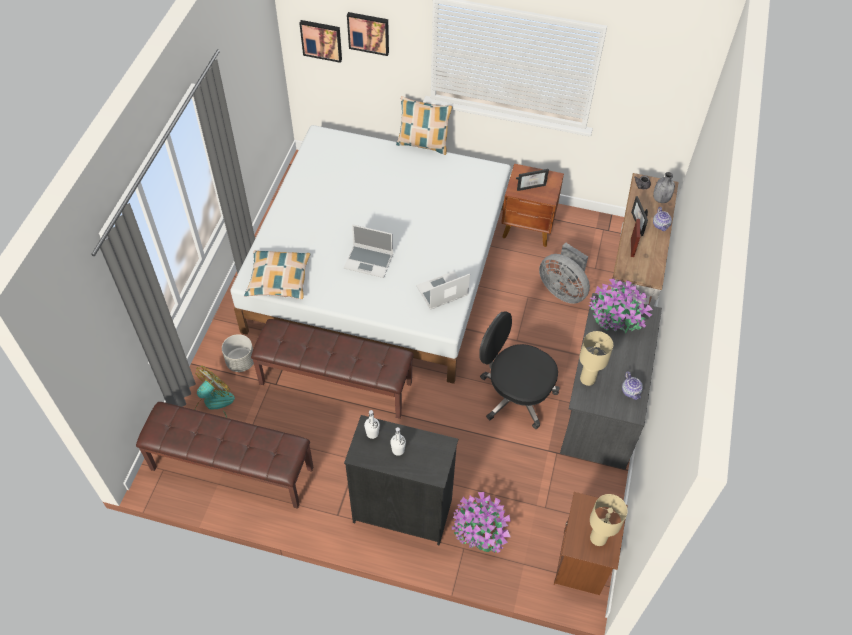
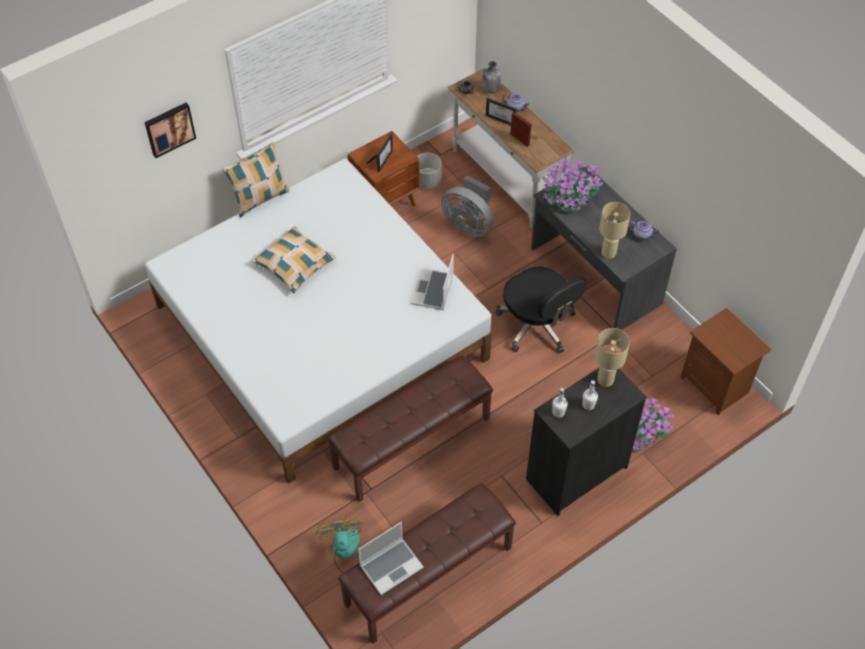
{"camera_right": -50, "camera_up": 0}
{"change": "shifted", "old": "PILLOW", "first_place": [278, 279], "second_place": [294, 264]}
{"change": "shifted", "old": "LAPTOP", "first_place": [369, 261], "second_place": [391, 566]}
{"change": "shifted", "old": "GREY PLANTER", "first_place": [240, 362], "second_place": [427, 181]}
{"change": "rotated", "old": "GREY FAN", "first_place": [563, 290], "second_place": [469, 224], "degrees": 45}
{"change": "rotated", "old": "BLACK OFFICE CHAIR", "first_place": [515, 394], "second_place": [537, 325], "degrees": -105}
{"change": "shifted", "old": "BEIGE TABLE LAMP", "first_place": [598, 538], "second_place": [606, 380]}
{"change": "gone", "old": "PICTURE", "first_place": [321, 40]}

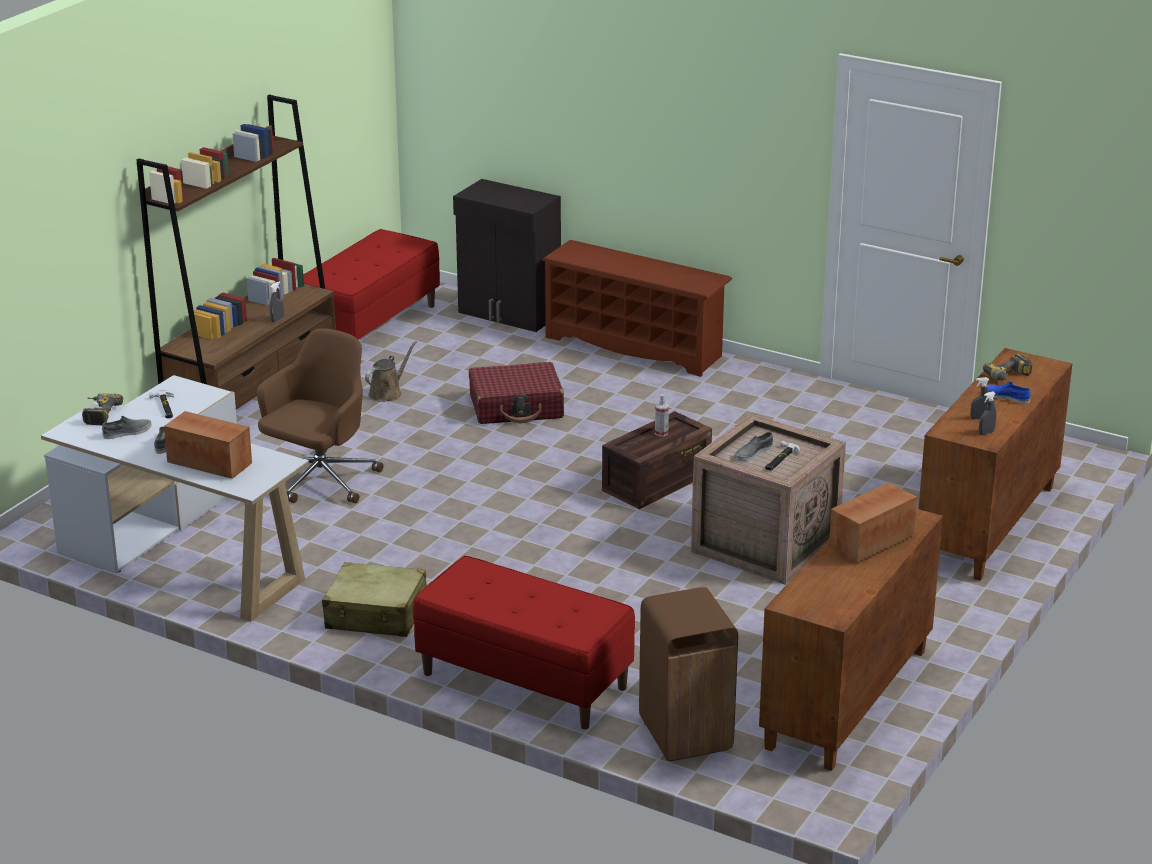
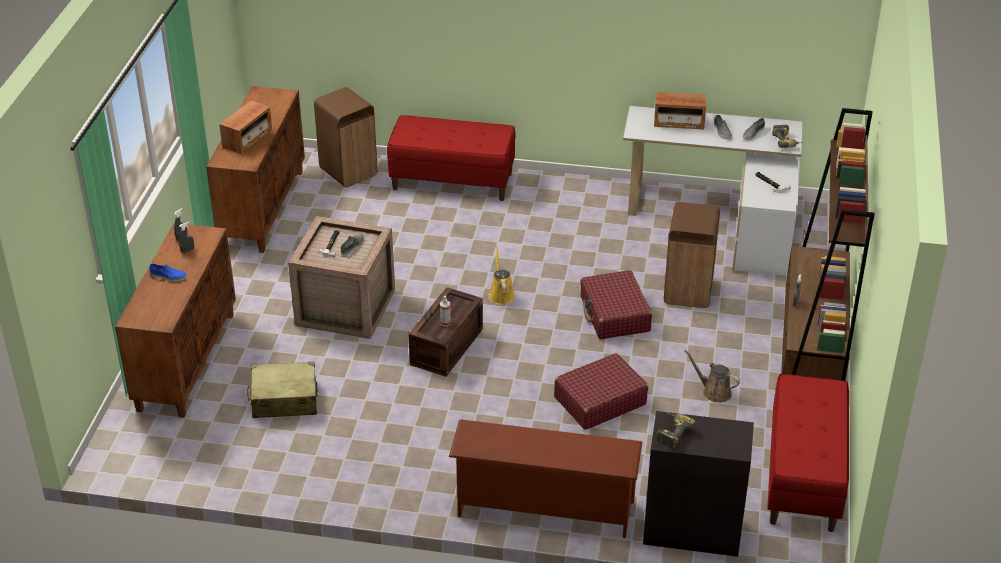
{"camera_right": 160, "camera_up": 10}
{"change": "shifted", "old": "BEIGE SUITCASE", "first_place": [376, 615], "second_place": [284, 400]}
{"change": "new", "new": "YELLOW WATERING CAN", "second_place": [501, 294]}
{"change": "new", "new": "RED SUITCASE", "second_place": [614, 314]}
{"change": "shifted", "old": "POWER DRILL", "first_place": [1009, 378], "second_place": [672, 432]}
{"change": "swapped", "old": "BROWN OFFICE CHAIR", "new": "BROWN TRASH CAN", "first_place": [319, 480], "second_place": [687, 291]}
{"change": "rotated", "old": "BROWN WATERING CAN", "first_place": [387, 393], "second_place": [714, 391], "degrees": 105}

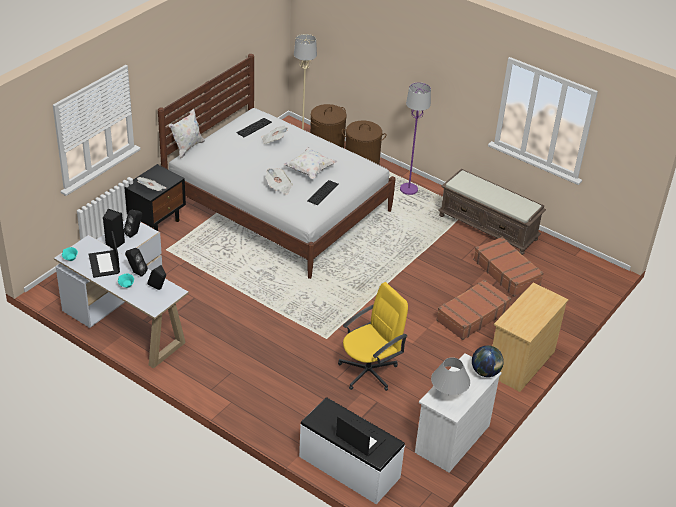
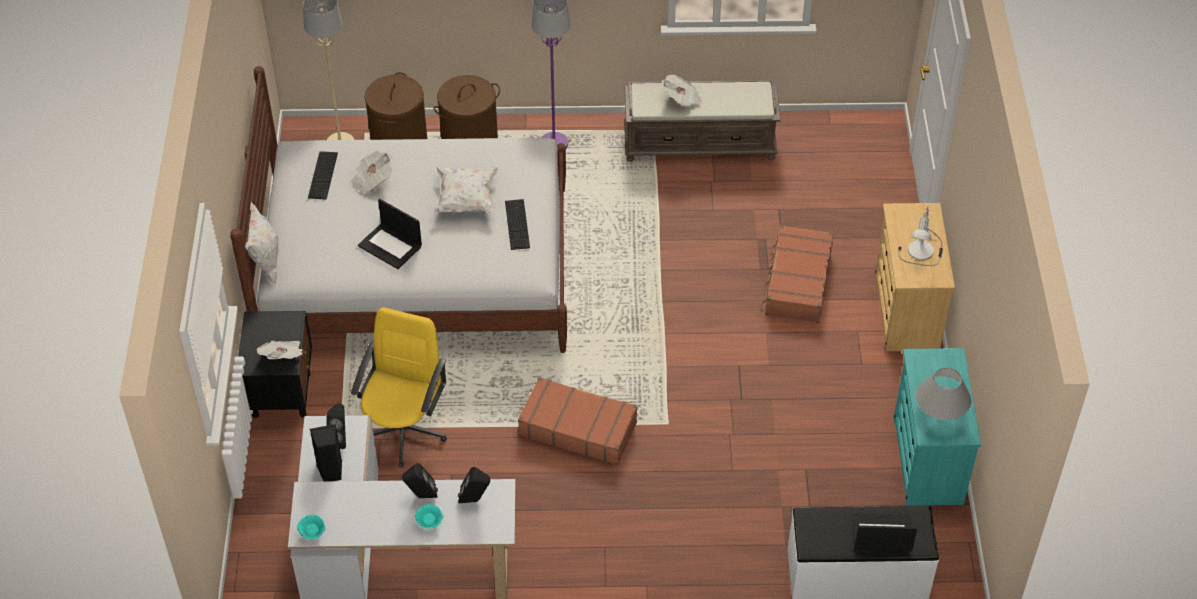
{"camera_right": -35, "camera_up": 10}
{"change": "shifted", "old": "YELLOW OFFICE CHAIR", "first_place": [369, 371], "second_place": [404, 429]}
{"change": "shifted", "old": "LAPTOP", "first_place": [104, 264], "second_place": [391, 246]}
{"change": "shifted", "old": "BROWN SUITCASE", "first_place": [506, 272], "second_place": [578, 428]}
{"change": "shifted", "old": "NEWSPAPER", "first_place": [279, 187], "second_place": [682, 99]}
{"change": "repainted", "old": "WHITE DRESSER", "new": "TURQUOISE DRESSER", "first_place": [452, 439], "second_place": [927, 460]}
{"change": "new", "new": "TABLE LAMP", "second_place": [923, 252]}
{"change": "gone", "old": "GLOBE", "first_place": [485, 372]}

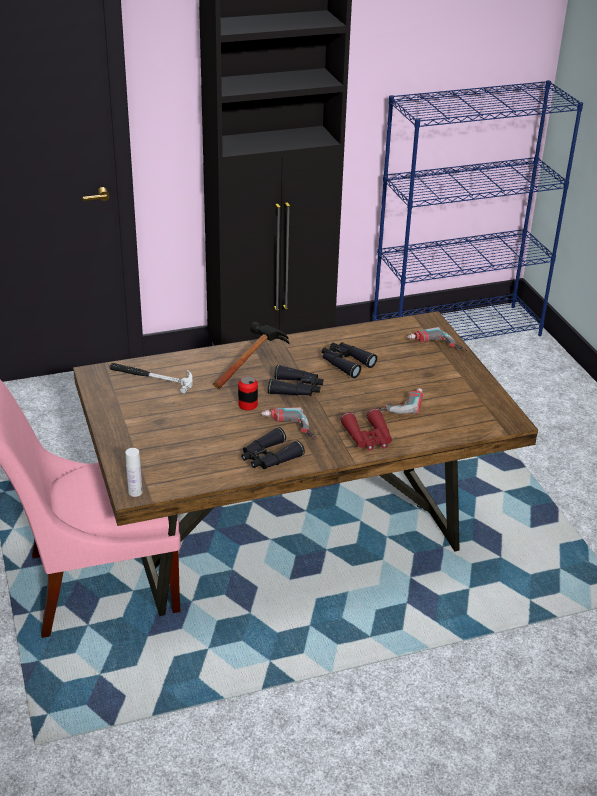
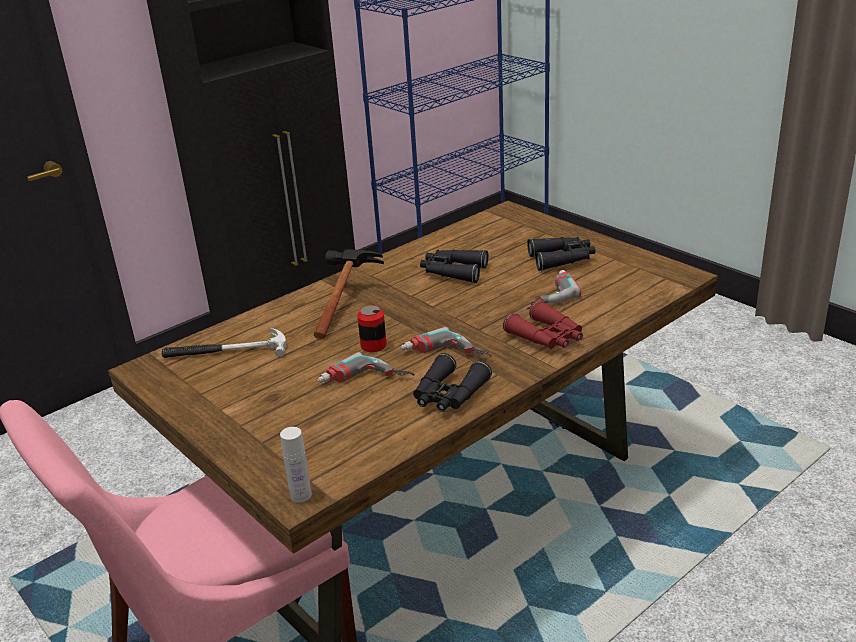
{"camera_right": -20, "camera_up": -5}
{"change": "shifted", "old": "POWER DRILL", "first_place": [435, 346], "second_place": [365, 382]}
{"change": "shifted", "old": "BLACK BINOCULARS", "first_place": [296, 389], "second_place": [562, 259]}

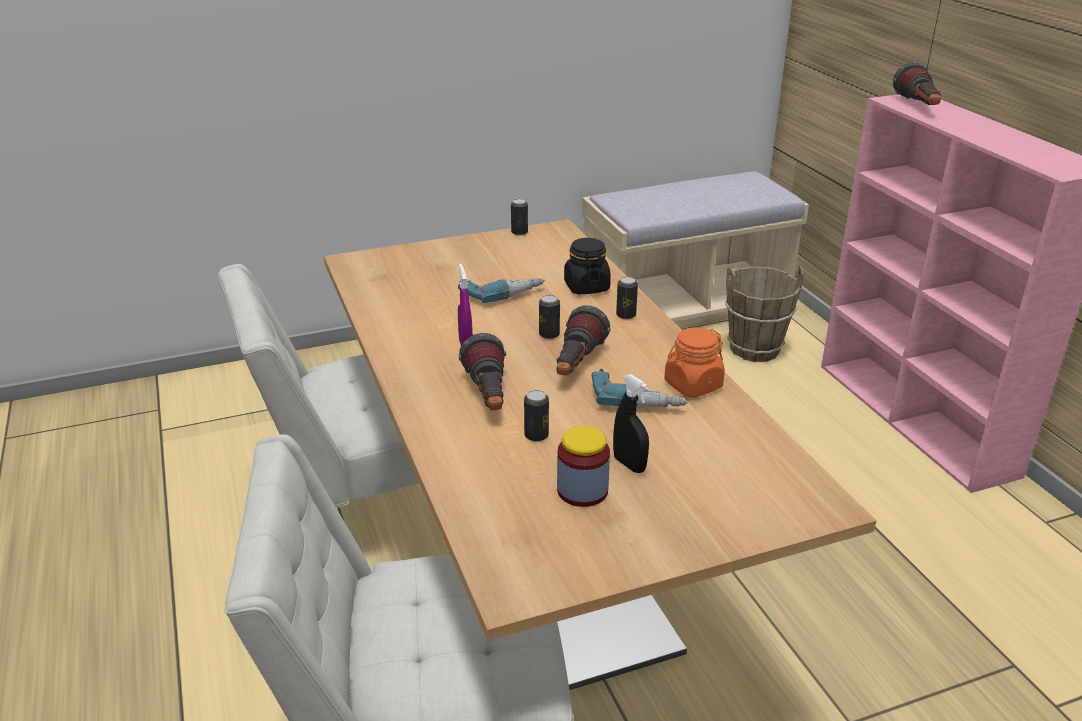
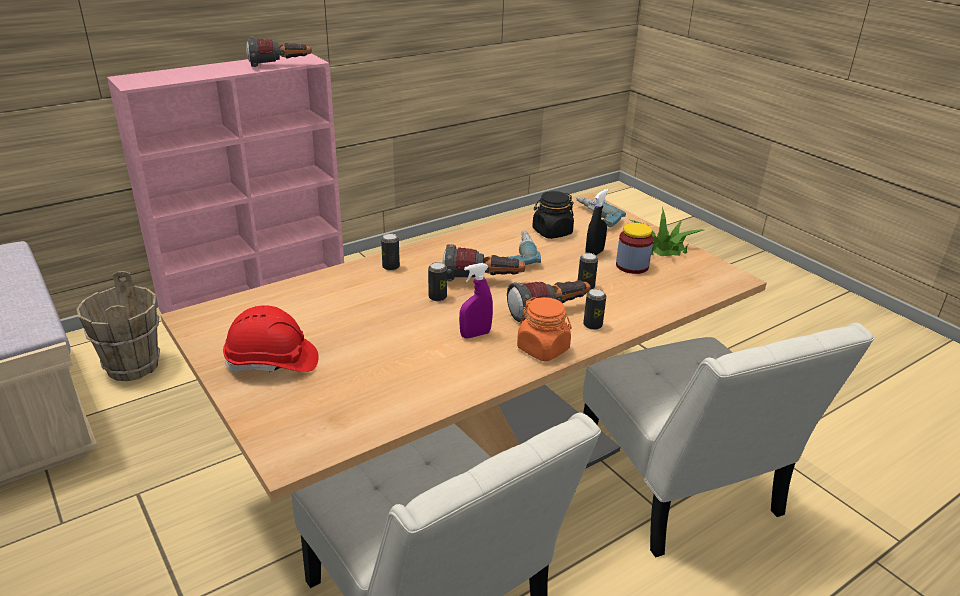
{"camera_right": -105, "camera_up": 0}
{"change": "new", "new": "RED HARD HAT", "second_place": [272, 362]}
{"change": "shifted", "old": "FLASHLIGHT", "first_place": [918, 107], "second_place": [280, 65]}
{"change": "shifted", "old": "ORANGE JAR", "first_place": [692, 385], "second_place": [543, 349]}
{"change": "shifted", "old": "BLACK JAR", "first_place": [586, 287], "second_place": [552, 232]}
{"change": "shifted", "old": "POWER DRILL", "first_place": [501, 292], "second_place": [592, 218]}
{"change": "shifted", "old": "CAN", "first_place": [519, 232], "second_place": [592, 325]}
{"change": "new", "new": "POTTED PLANT", "second_place": [662, 247]}

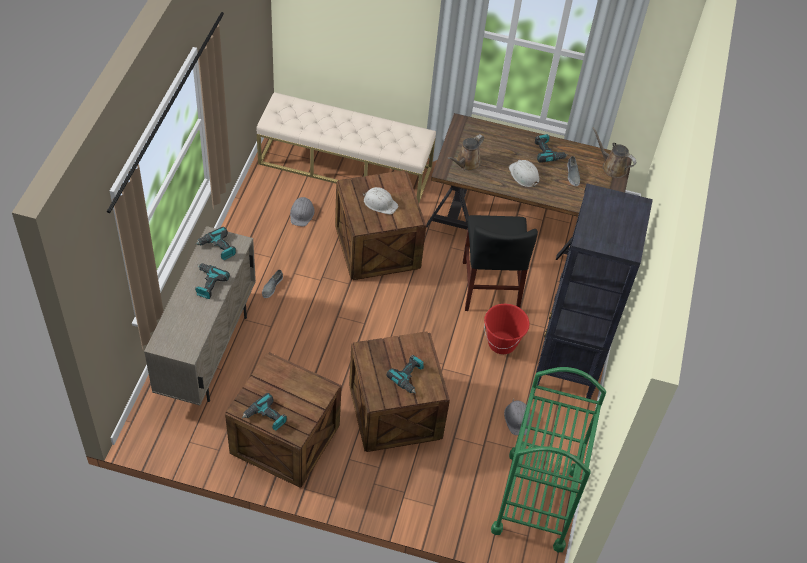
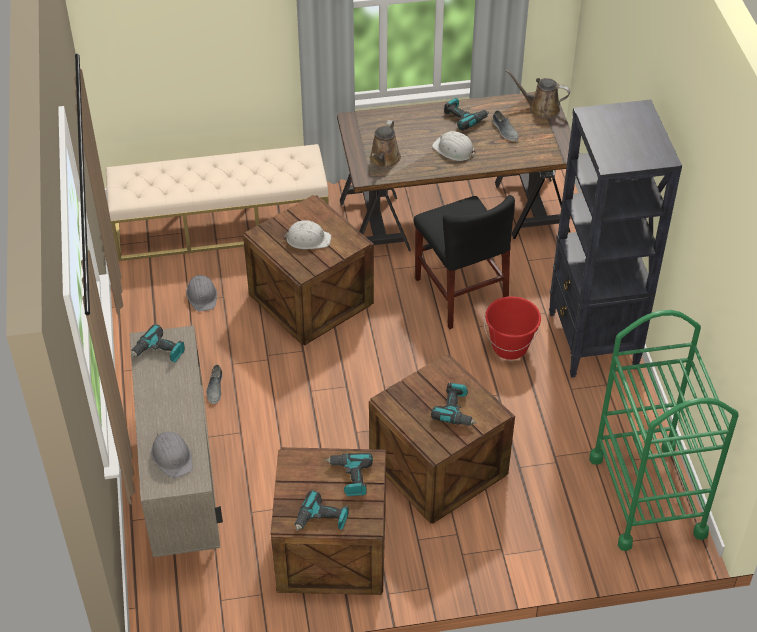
{"camera_right": -20, "camera_up": -5}
{"change": "shifted", "old": "GREY HARD HAT", "first_place": [517, 419], "second_place": [172, 456]}
{"change": "shifted", "old": "POWER DRILL", "first_place": [208, 283], "second_place": [350, 477]}

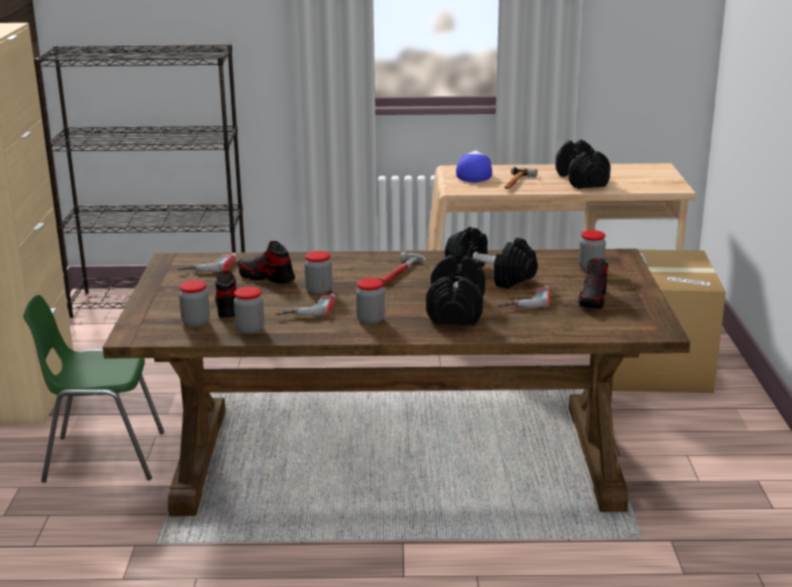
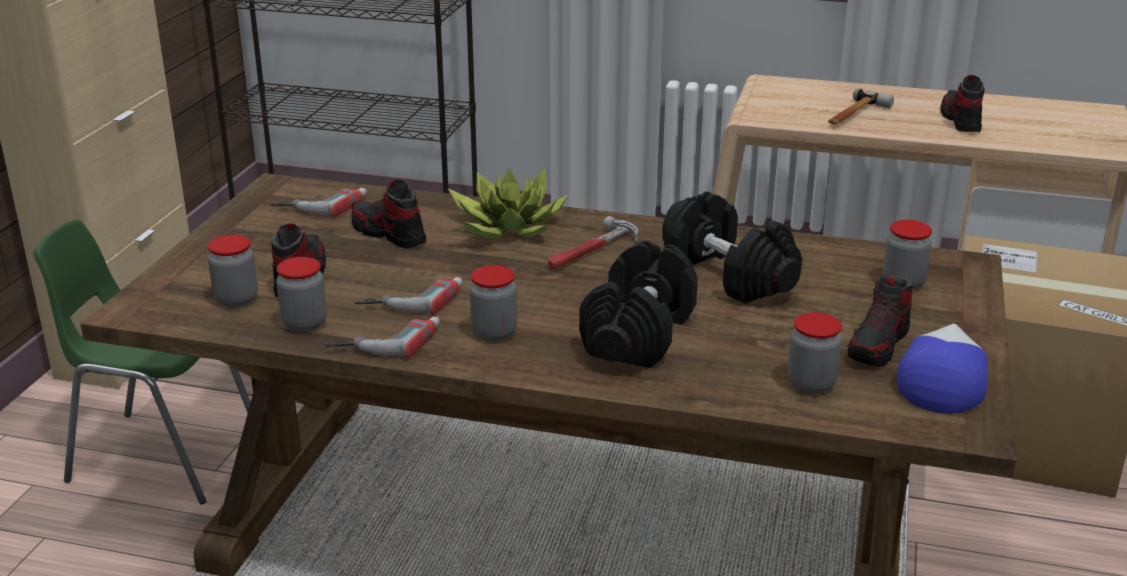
{"camera_right": 15, "camera_up": 5}
{"change": "shifted", "old": "POWER DRILL", "first_place": [524, 301], "second_place": [386, 340]}
{"change": "new", "new": "POTTED PLANT", "second_place": [506, 227]}
{"change": "shifted", "old": "JAR", "first_place": [319, 290], "second_place": [811, 384]}
{"change": "shifted", "old": "CAP", "first_place": [474, 174], "second_place": [942, 379]}
{"change": "swapped", "old": "BLACK DUMBBELL", "new": "SHOE", "first_place": [581, 180], "second_place": [960, 120]}

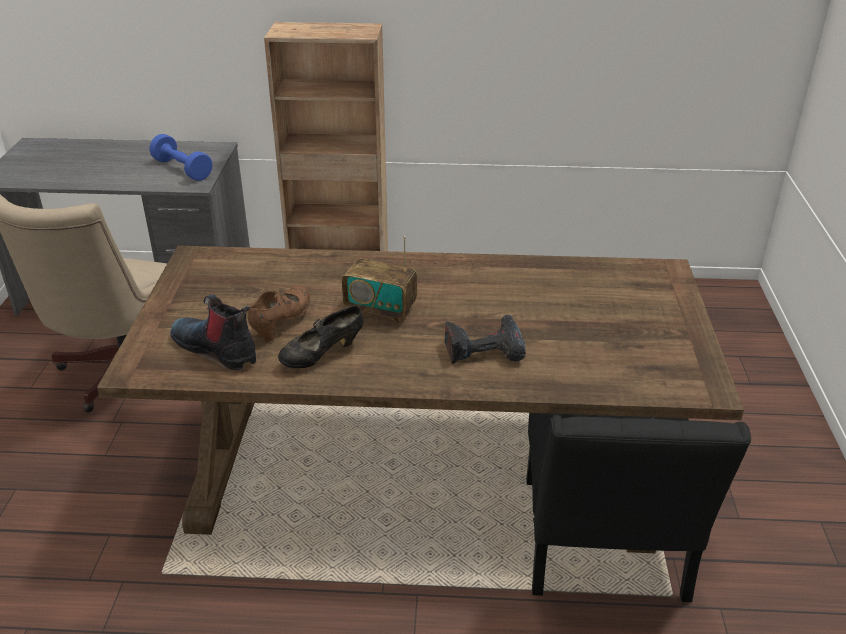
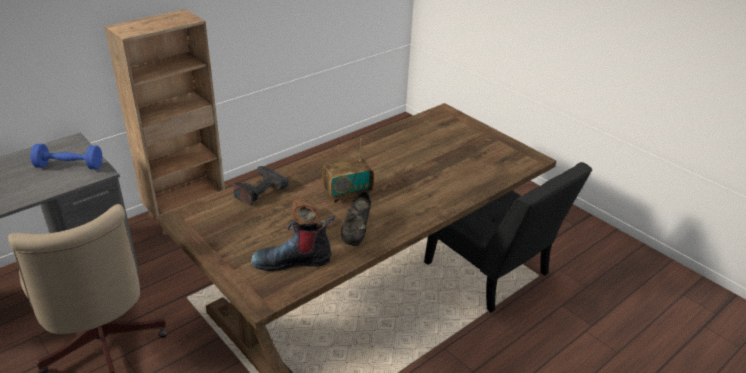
{"camera_right": -45, "camera_up": 0}
{"change": "shifted", "old": "POWER DRILL", "first_place": [484, 348], "second_place": [259, 190]}

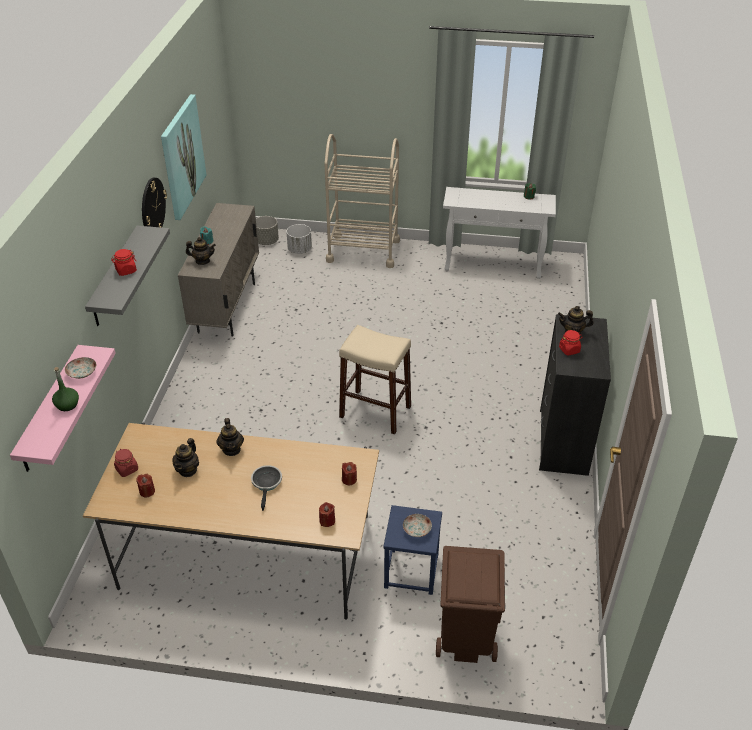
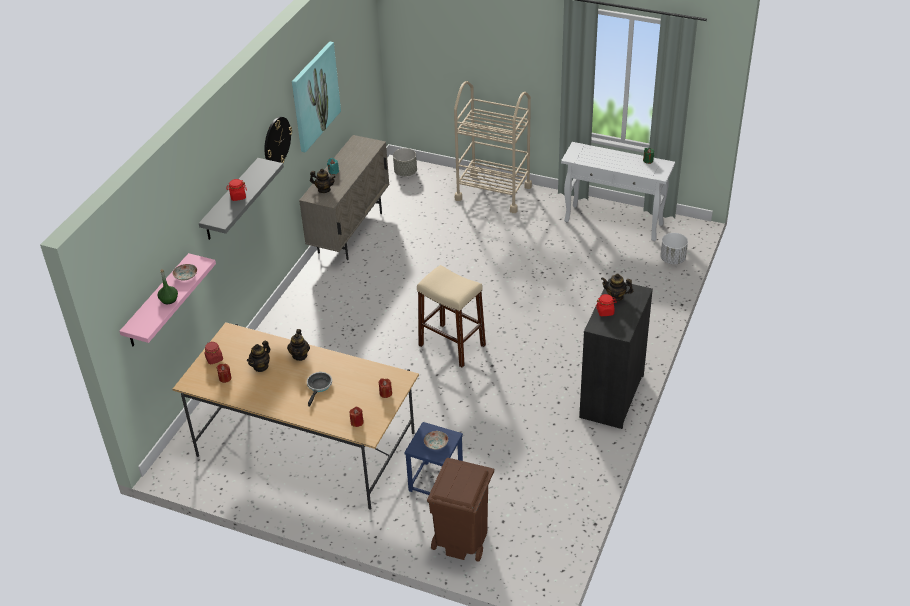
{"camera_right": 15, "camera_up": 0}
{"change": "shifted", "old": "WHITE PLANTER", "first_place": [300, 250], "second_place": [673, 259]}

